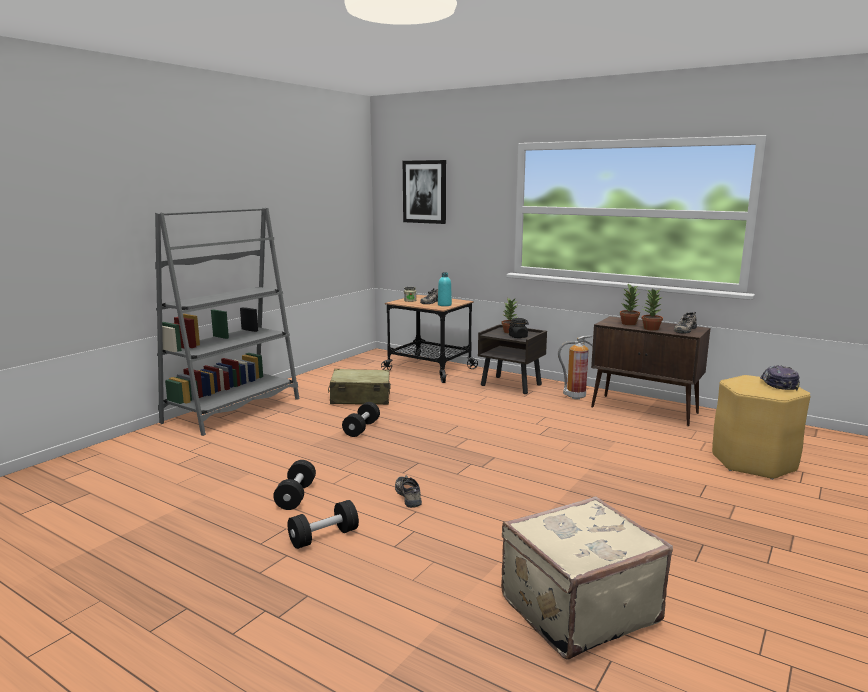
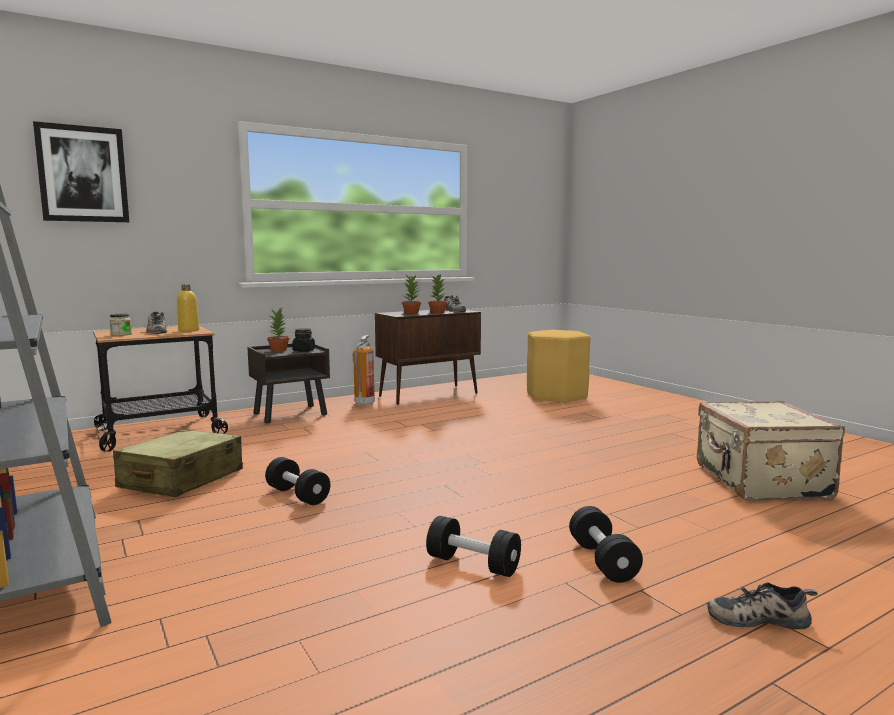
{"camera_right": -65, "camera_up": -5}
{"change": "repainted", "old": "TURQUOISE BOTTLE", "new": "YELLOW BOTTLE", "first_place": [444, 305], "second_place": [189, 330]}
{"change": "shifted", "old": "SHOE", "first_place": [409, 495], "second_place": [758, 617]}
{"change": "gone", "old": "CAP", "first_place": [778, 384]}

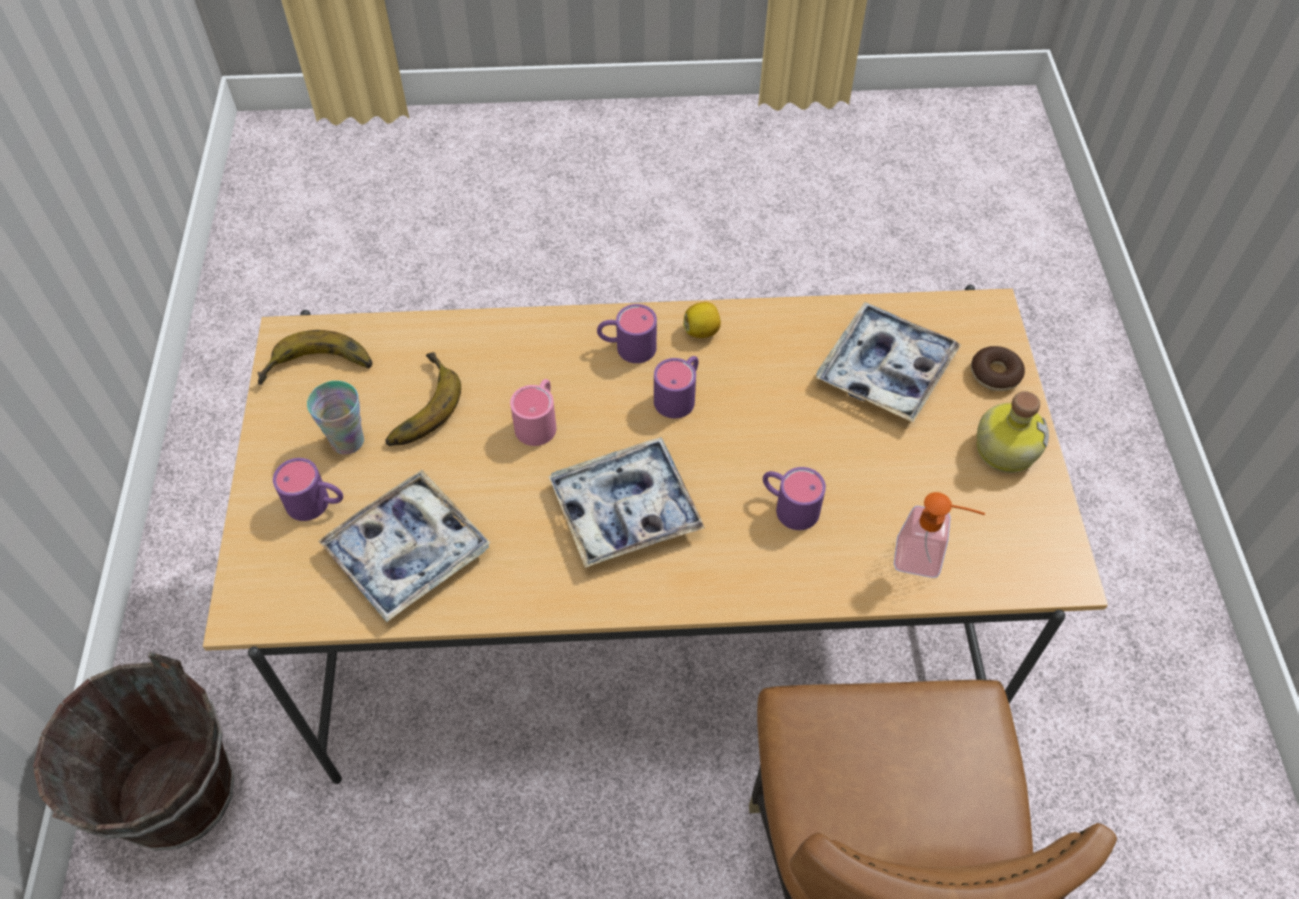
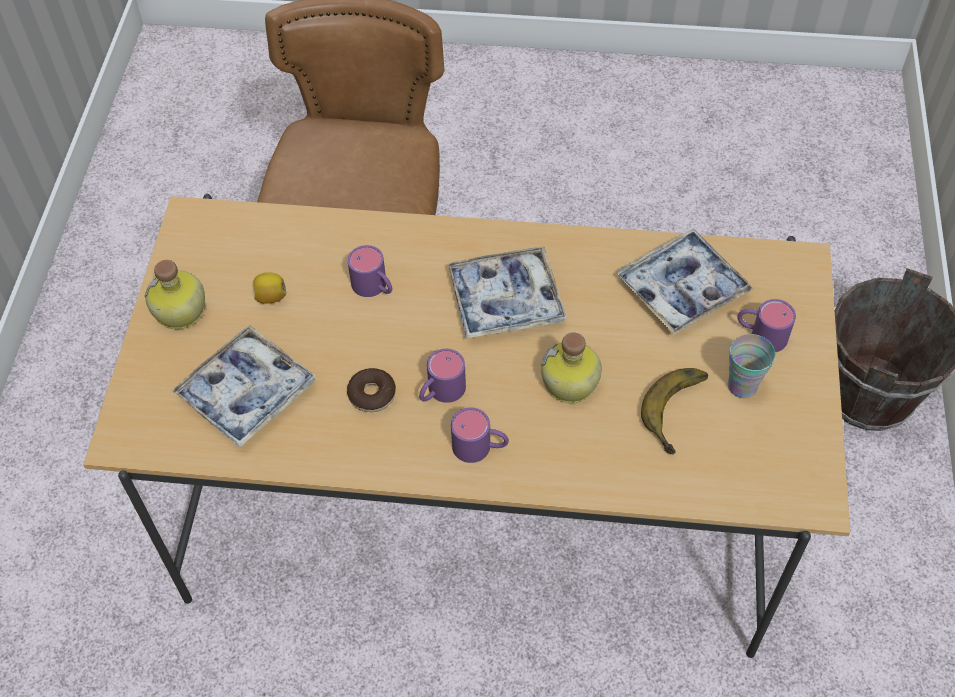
{"camera_right": -170, "camera_up": 0}
{"change": "shifted", "old": "LEMON", "first_place": [702, 331], "second_place": [270, 297]}
{"change": "shifted", "old": "DONUT", "first_place": [995, 374], "second_place": [372, 394]}
{"change": "swapped", "old": "PINK MUG", "new": "BOTTLE", "first_place": [539, 421], "second_place": [570, 383]}
{"change": "gone", "old": "BANANA", "first_place": [318, 371]}
{"change": "gone", "old": "SOAP DISPENSER", "first_place": [927, 559]}

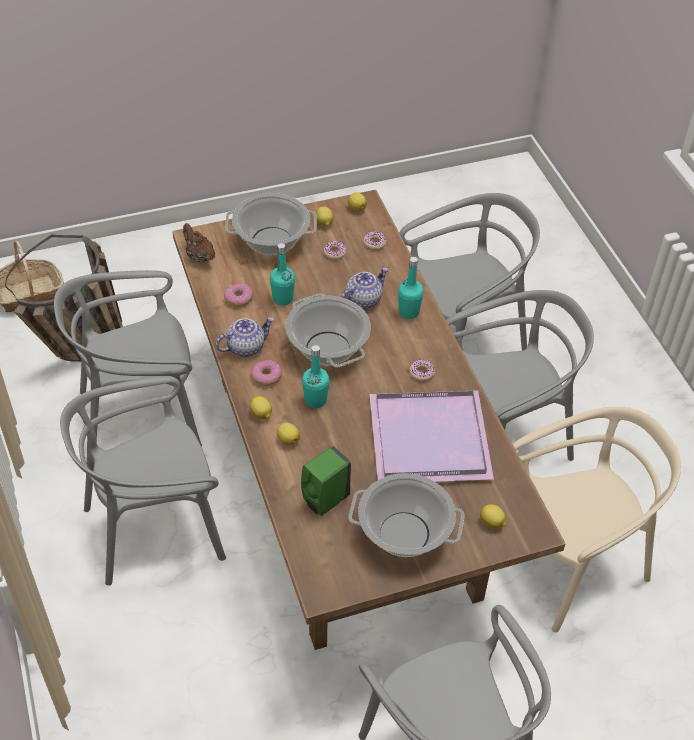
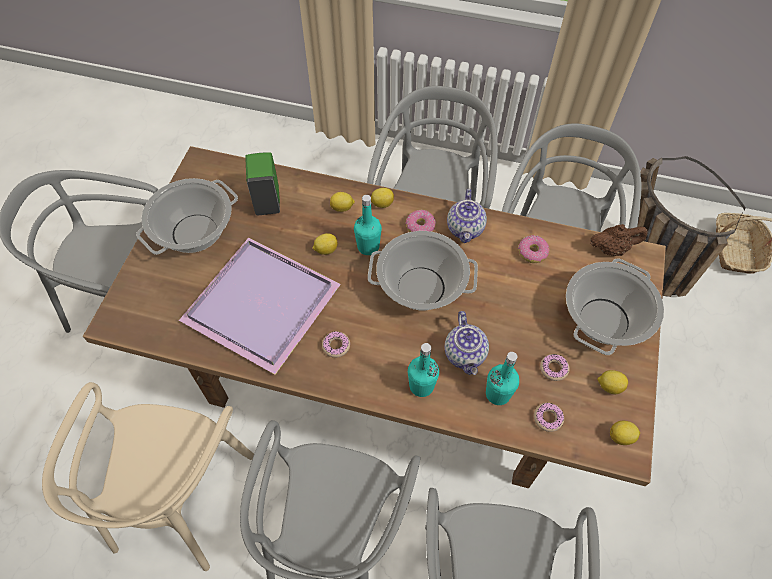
{"camera_right": 125, "camera_up": 10}
{"change": "shifted", "old": "LEMON", "first_place": [492, 523], "second_place": [325, 250]}
{"change": "shifted", "old": "TURQUOISE BOTTLE", "first_place": [283, 298], "second_place": [497, 394]}

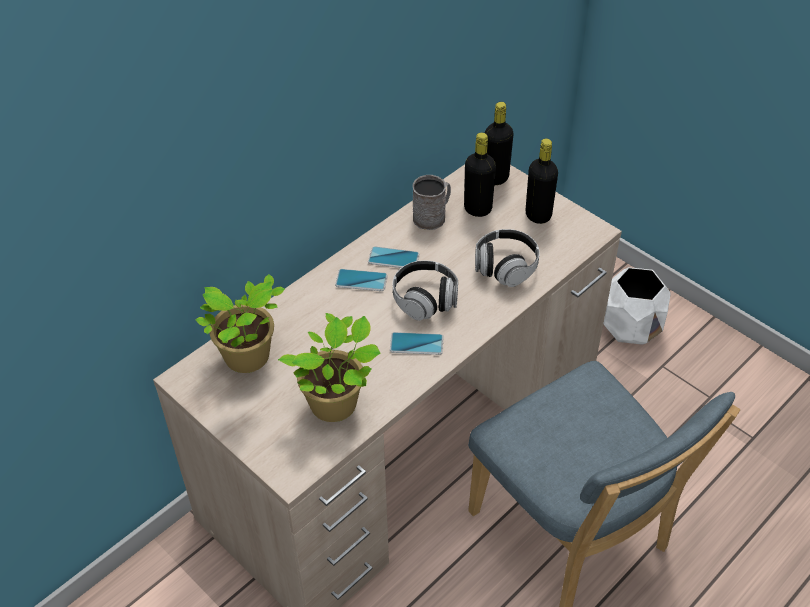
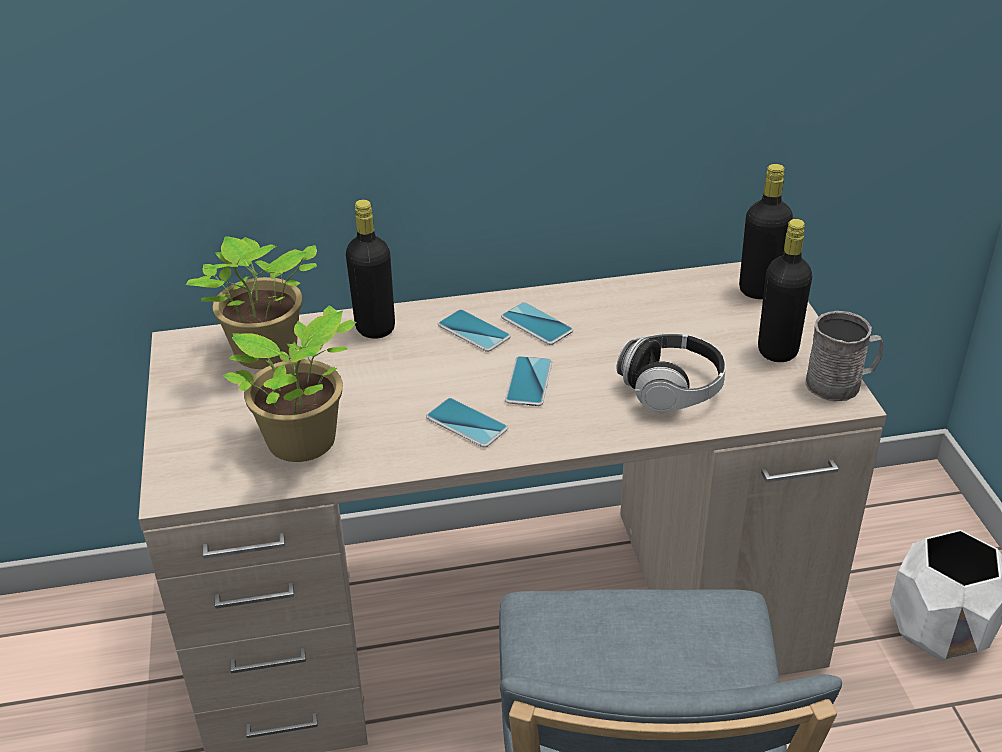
{"camera_right": 35, "camera_up": -10}
{"change": "shifted", "old": "BLACK BOTTLE", "first_place": [478, 209], "second_place": [375, 328]}
{"change": "swapped", "old": "HEADPHONES", "new": "PHONE", "first_place": [425, 299], "second_place": [529, 382]}
{"change": "shifted", "old": "GREY MUG", "first_place": [432, 216], "second_place": [840, 384]}

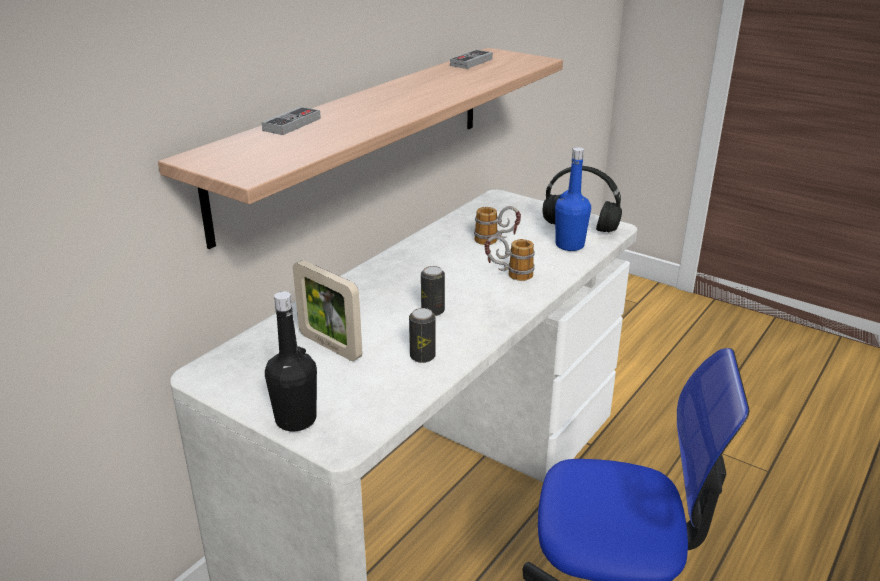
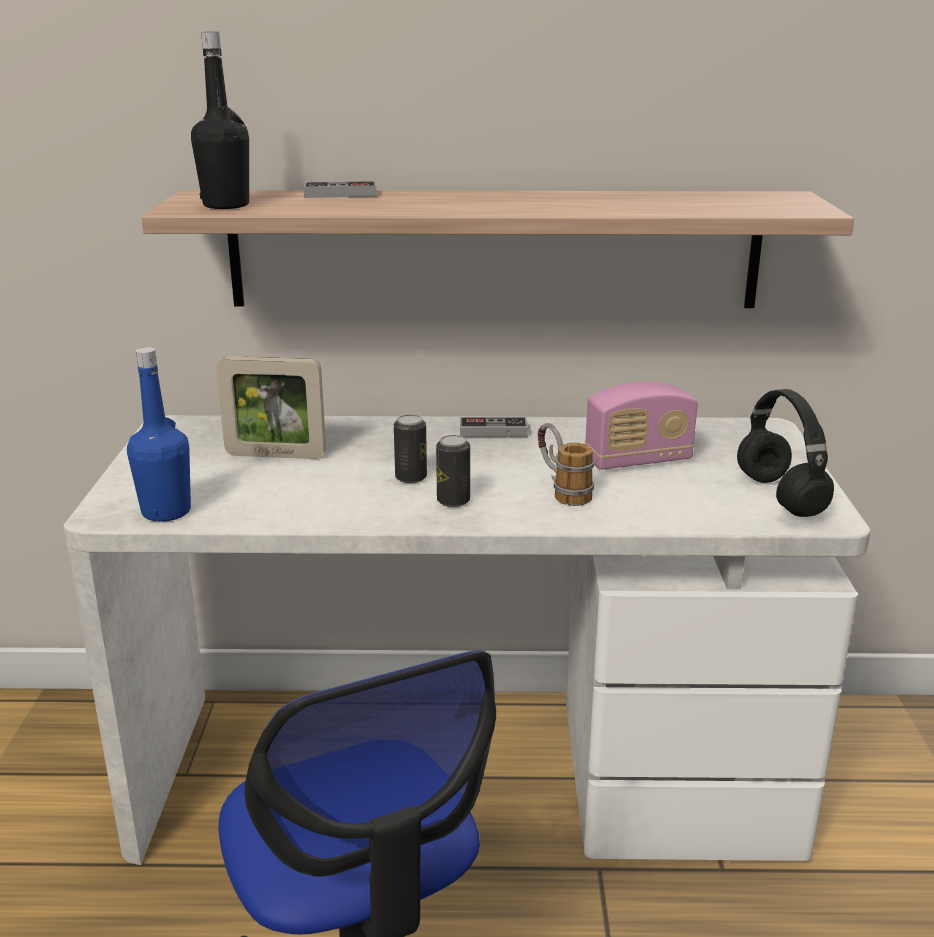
{"camera_right": 55, "camera_up": -5}
{"change": "shifted", "old": "BLUE BOTTLE", "first_place": [569, 245], "second_place": [166, 512]}
{"change": "shifted", "old": "BLACK BOTTLE", "first_place": [296, 419], "second_place": [226, 205]}
{"change": "rotated", "old": "PICTURE FRAME", "first_place": [330, 346], "second_place": [275, 455], "degrees": -90}
{"change": "shifted", "old": "CAN", "first_place": [422, 356], "second_place": [453, 501]}
{"change": "shifted", "old": "GAME CONTROLLER", "first_place": [471, 62], "second_place": [493, 431]}
{"change": "swapped", "old": "MUG", "new": "RADIO", "first_place": [496, 241], "second_place": [638, 460]}

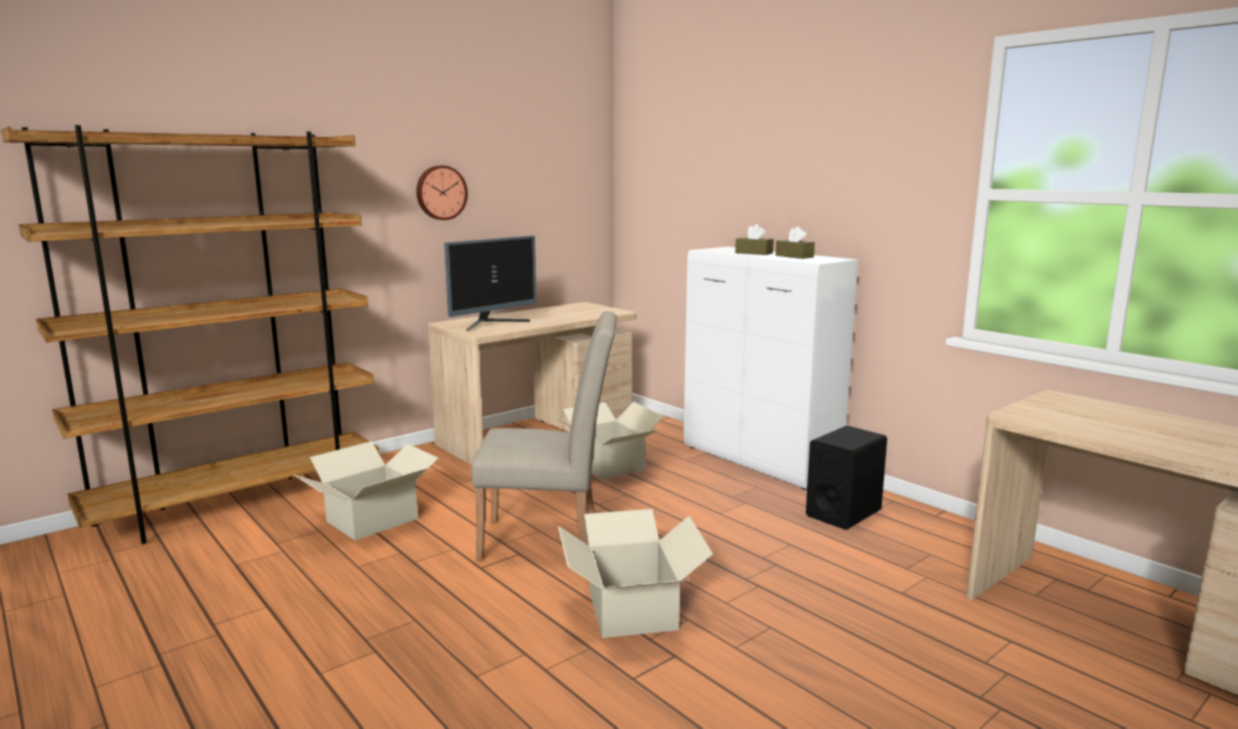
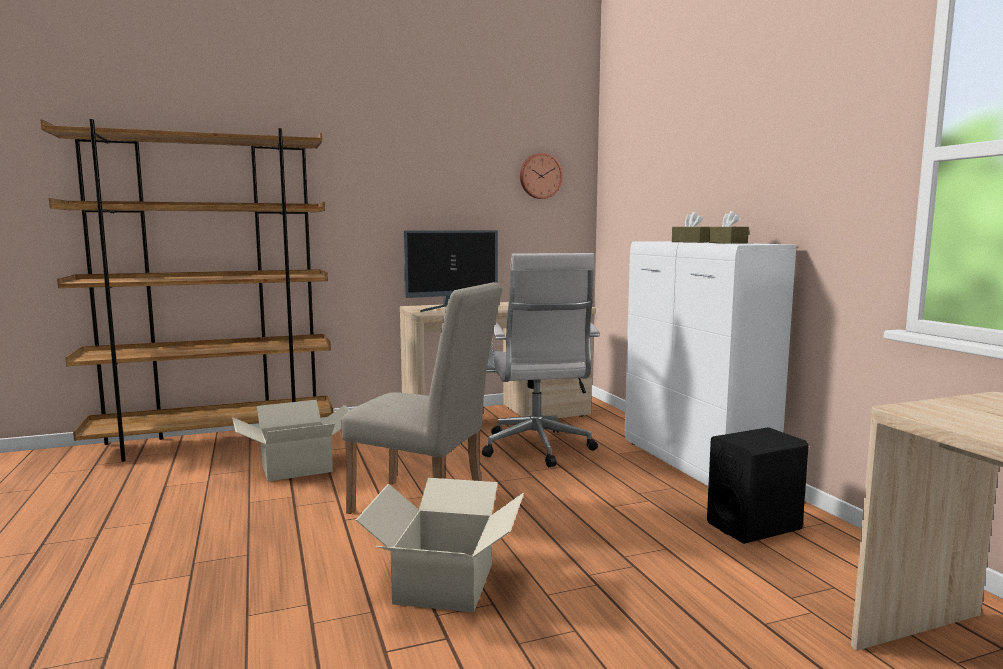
{"camera_right": 20, "camera_up": -5}
{"change": "swapped", "old": "CARDBOARD BOX", "new": "WHITE OFFICE CHAIR", "first_place": [608, 465], "second_place": [537, 449]}
{"change": "shifted", "old": "WALL CLOCK", "first_place": [440, 192], "second_place": [540, 176]}

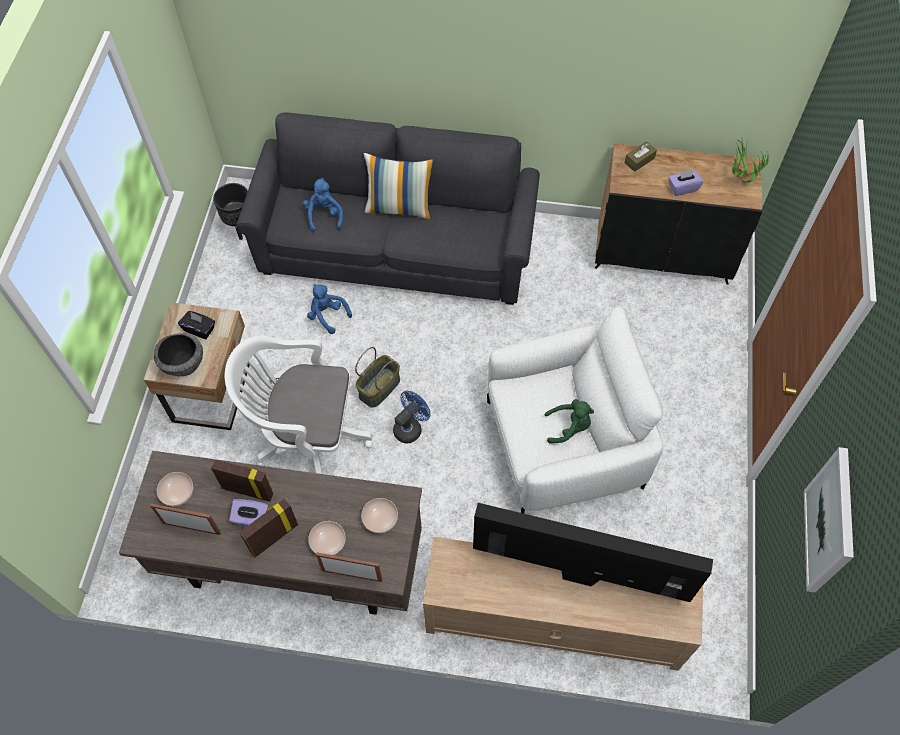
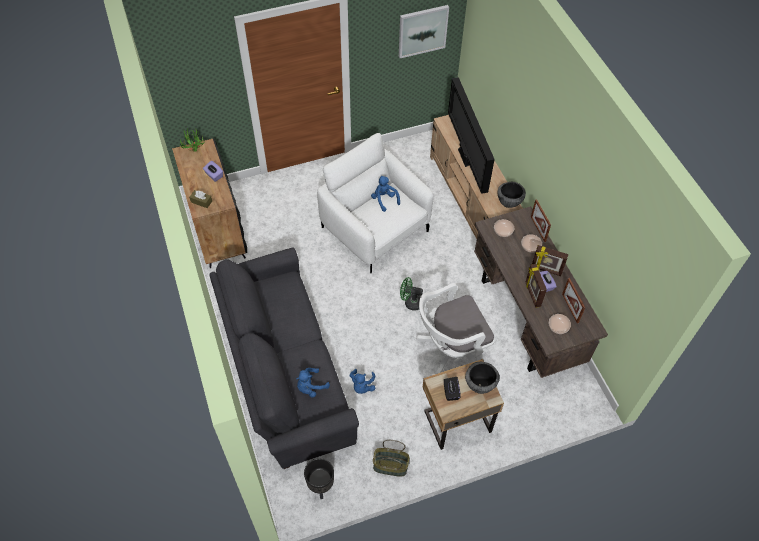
{"camera_right": -120, "camera_up": -5}
{"change": "repainted", "old": "GREEN PLUSH TOY", "new": "BLUE PLUSH TOY", "first_place": [569, 427], "second_place": [384, 200]}
{"change": "shifted", "old": "BASKET", "first_place": [379, 387], "second_place": [390, 466]}
{"change": "repainted", "old": "BLUE FAN", "new": "GREEN FAN", "first_place": [410, 427], "second_place": [410, 302]}
{"change": "rotated", "old": "WHITE OFFICE CHAIR", "first_place": [307, 436], "second_place": [450, 351], "degrees": 90}
{"change": "new", "new": "BOWL", "second_place": [509, 202]}
{"change": "gone", "old": "PILLOW", "first_place": [400, 207]}

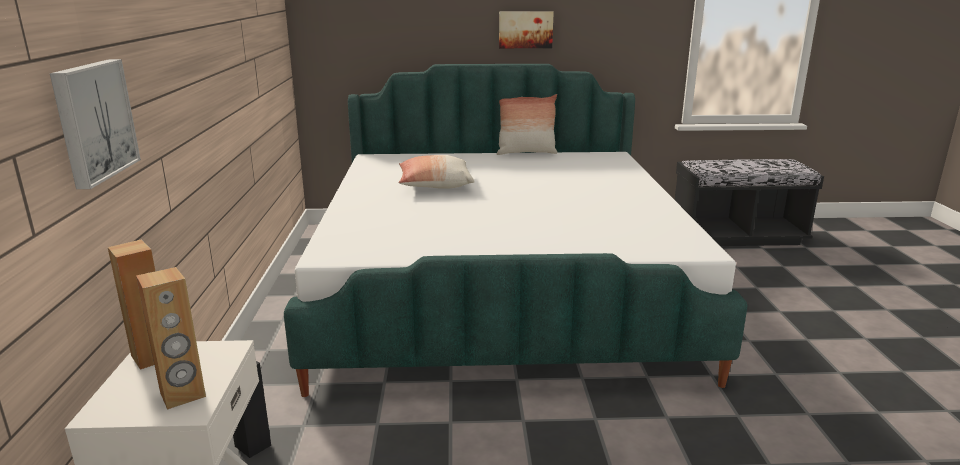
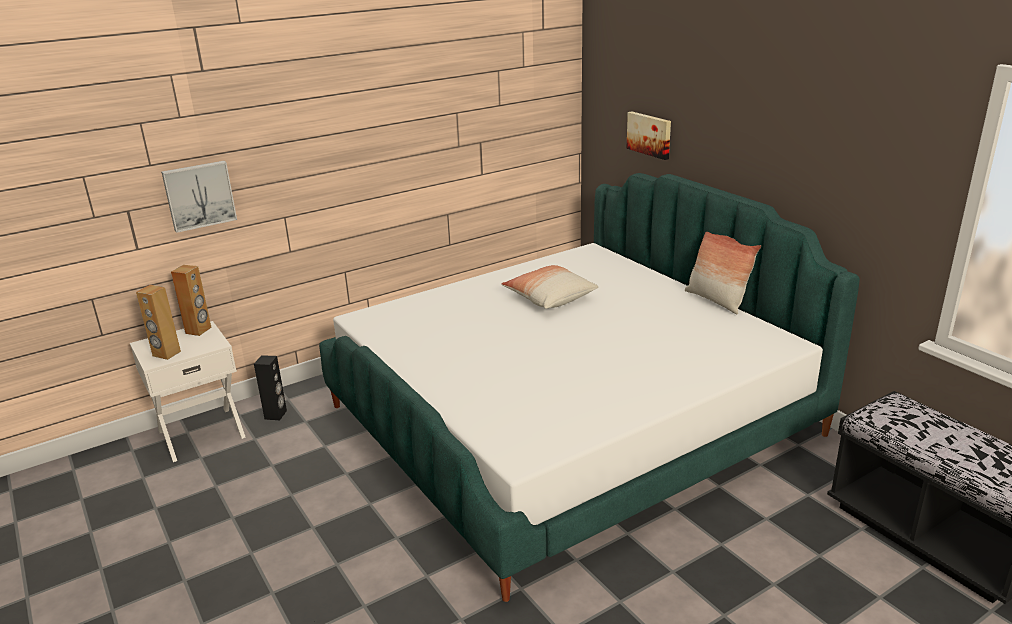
{"camera_right": 60, "camera_up": 5}
{"change": "shifted", "old": "PICTURE", "first_place": [525, 29], "second_place": [650, 134]}

